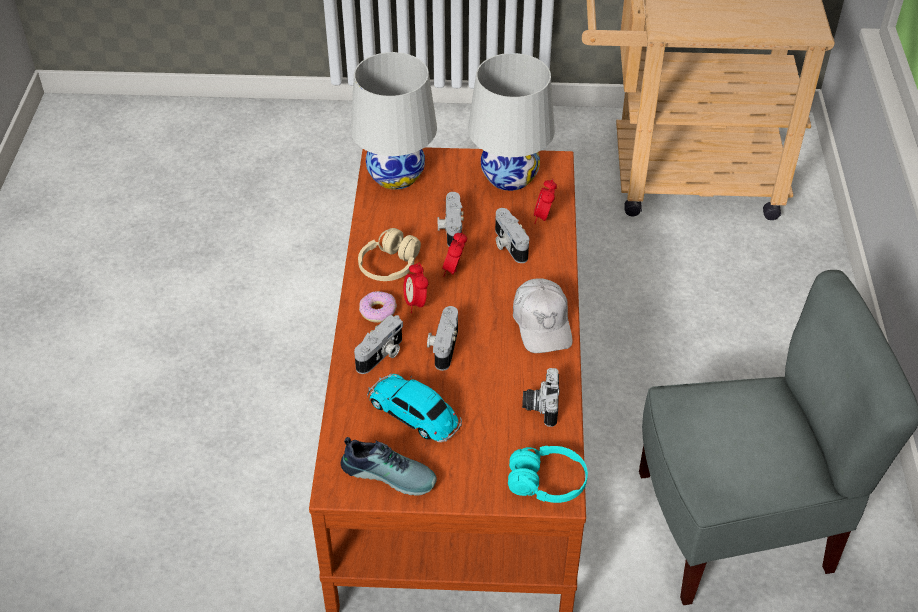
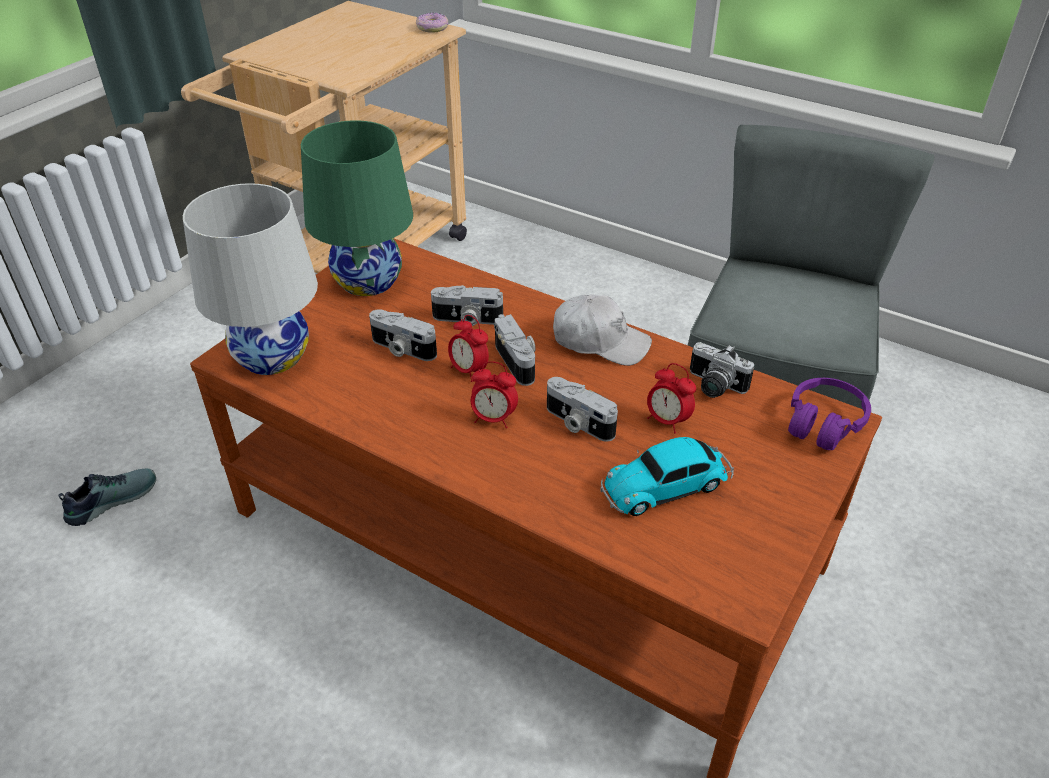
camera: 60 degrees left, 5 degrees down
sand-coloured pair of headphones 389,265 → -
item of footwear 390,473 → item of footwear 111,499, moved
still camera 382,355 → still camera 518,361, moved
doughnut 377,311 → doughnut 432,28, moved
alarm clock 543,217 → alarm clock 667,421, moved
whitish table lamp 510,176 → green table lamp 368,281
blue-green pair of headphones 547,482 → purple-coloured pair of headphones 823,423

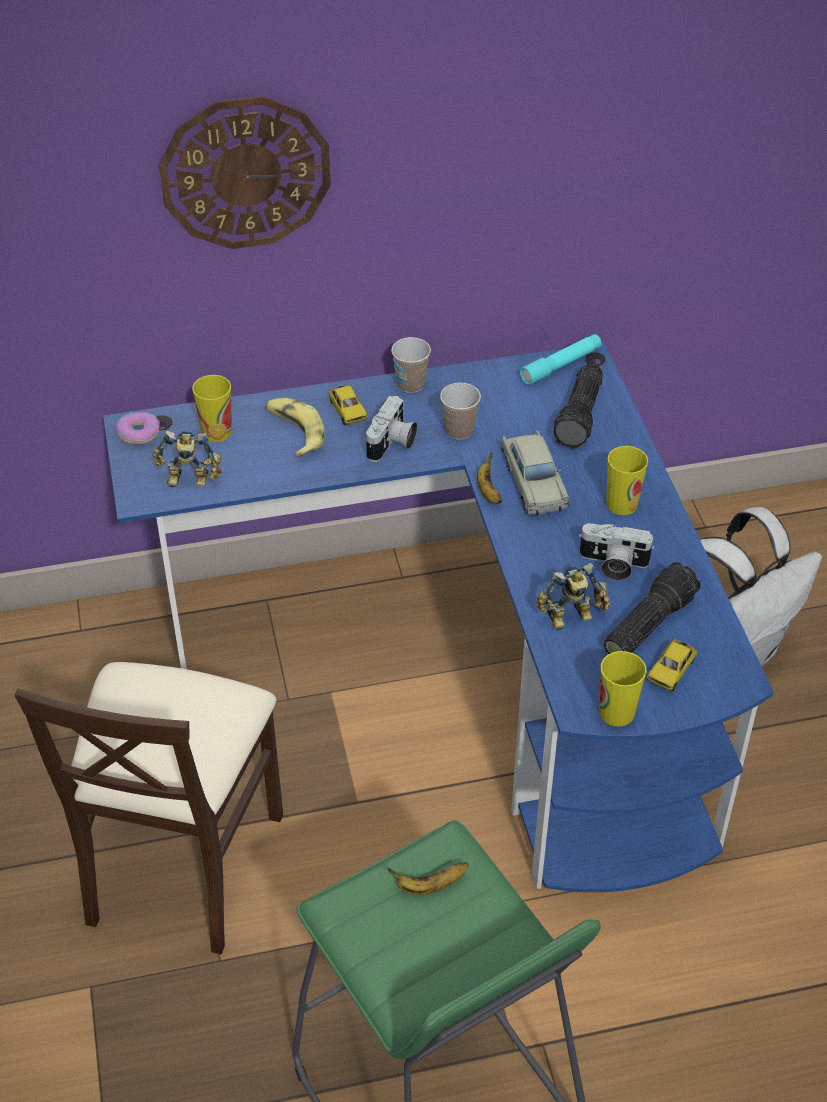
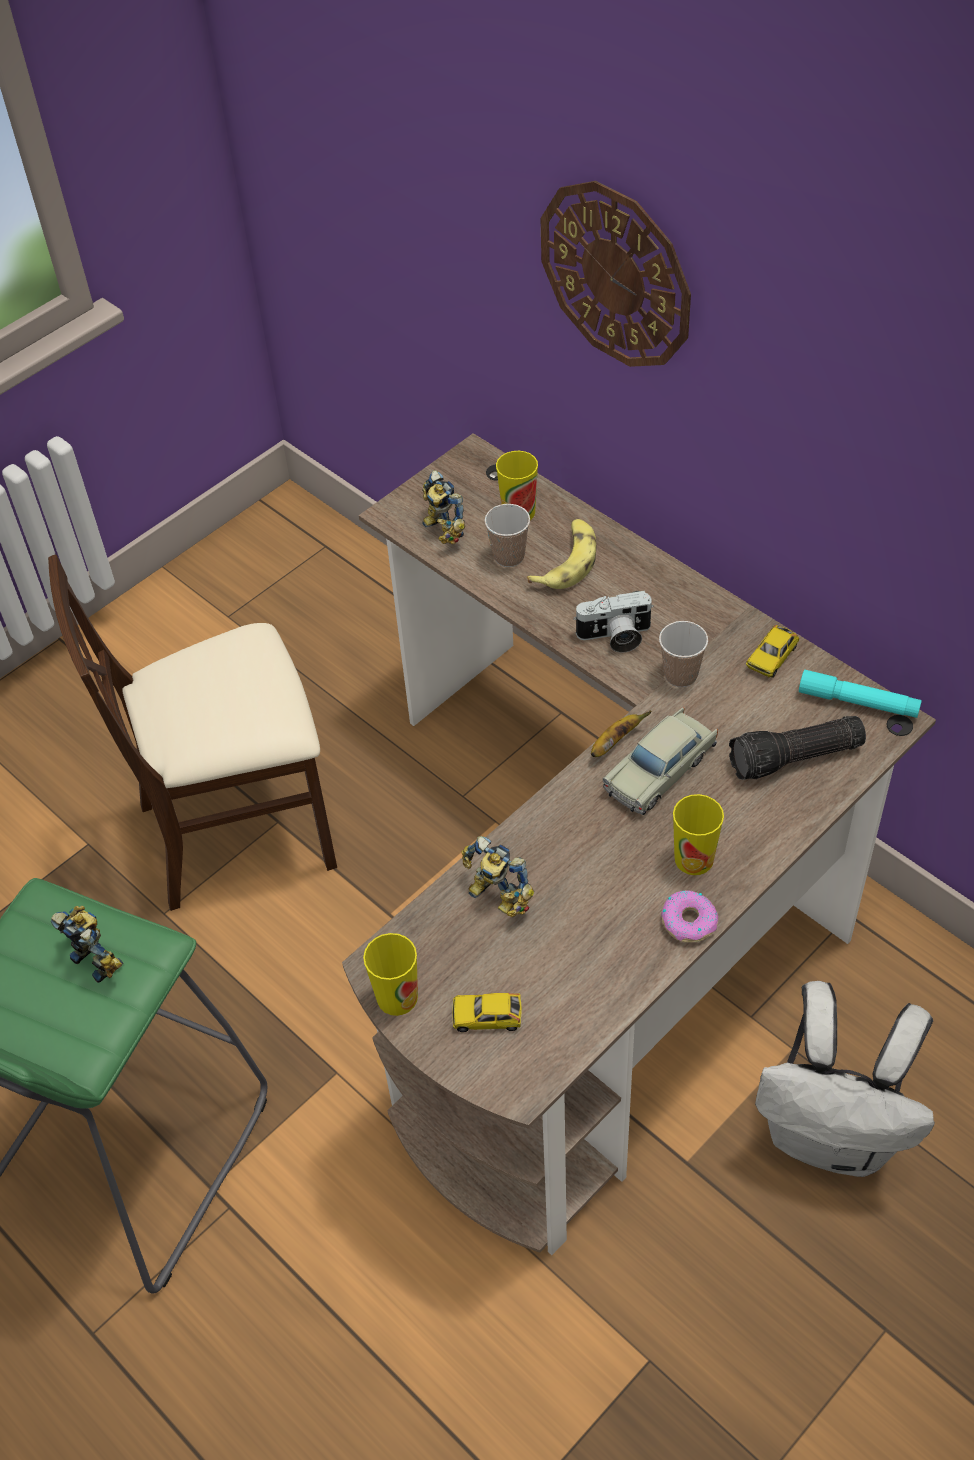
camera: 60 degrees right, 5 degrees up
still camera 612,564 → -
flashlight 647,623 → -
doughnut 138,433 → doughnut 689,921, moved
model car 348,410 → model car 771,657, moved
cup 411,384 → cup 509,556, moved
whole banana 430,886 → model robot 98,957
bluish desk 469,672 → brown-coloured desk 606,914

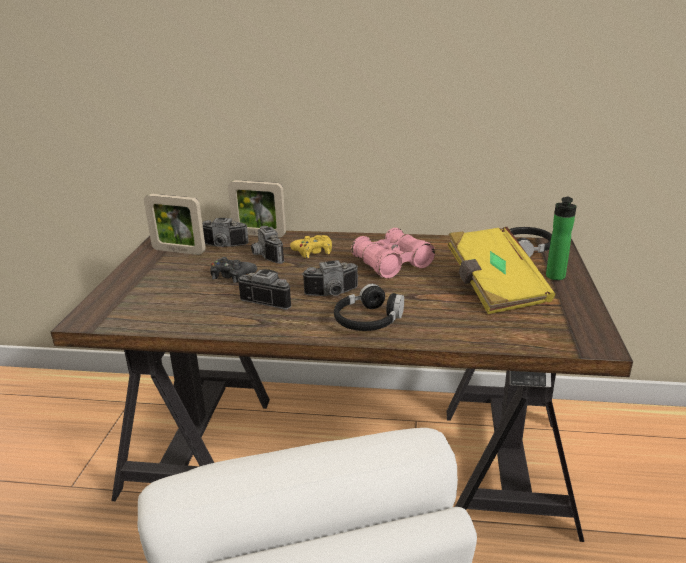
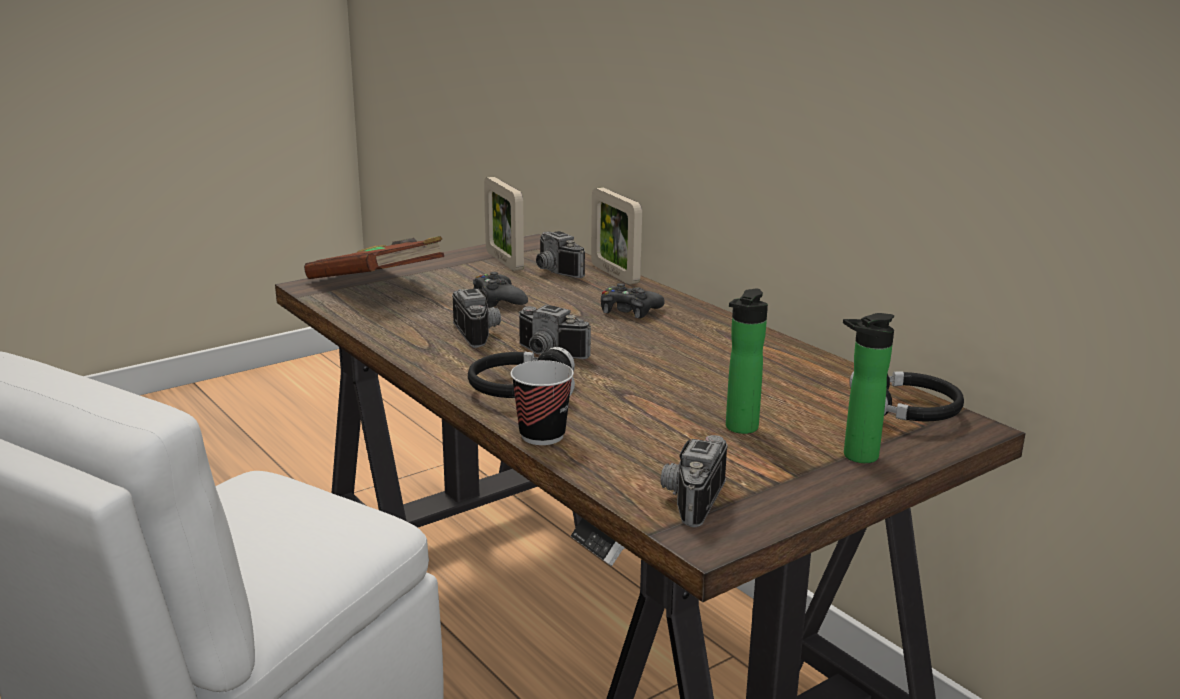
camera: 45 degrees right, 5 degrees down
pinkish binoculars 392,264 → -
- → brown-coloured volume 377,286
- → cup 542,435
still camera 265,256 → still camera 688,499, moved
yellow volume 494,288 → bottle 739,429
yellow gamepad 313,251 → black gamepad 629,310

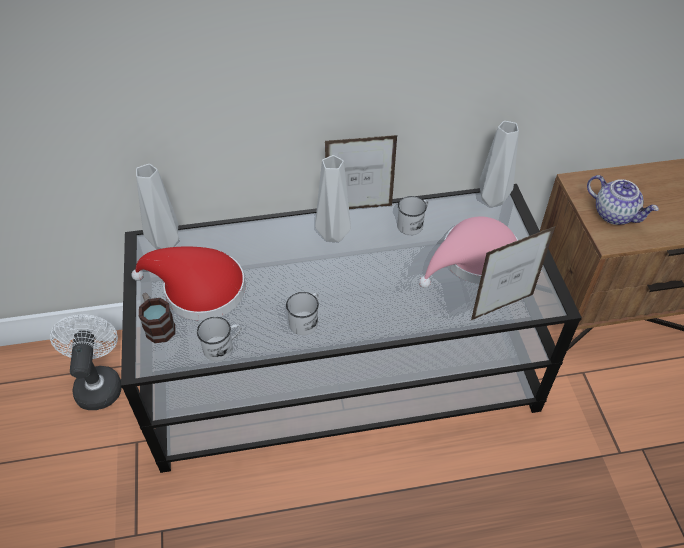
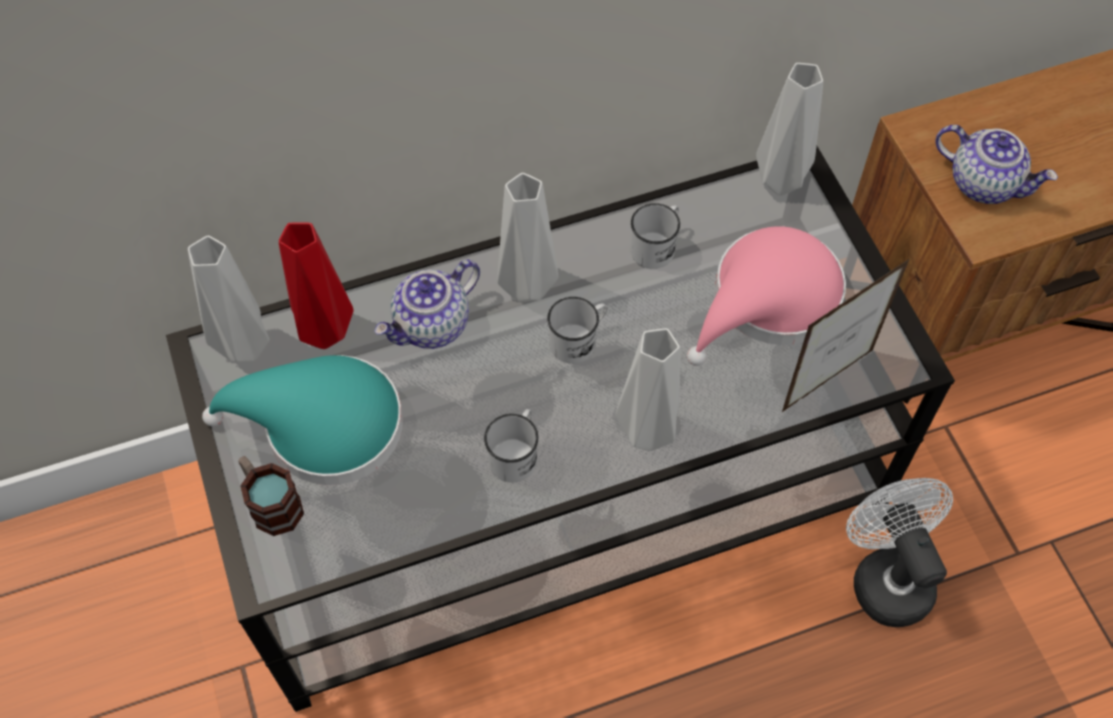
camera: 10 degrees left, 10 degrees up
picture frame 359,208 → -
- → red vase 323,334
- → teapot 432,326
- → grey vase 646,435
whitish cooling fan 98,383 → whitish cooling fan 886,576, moved
whitish mug 223,347 → whitish mug 579,340, moved
red hat 198,289 → blue-green hat 322,426

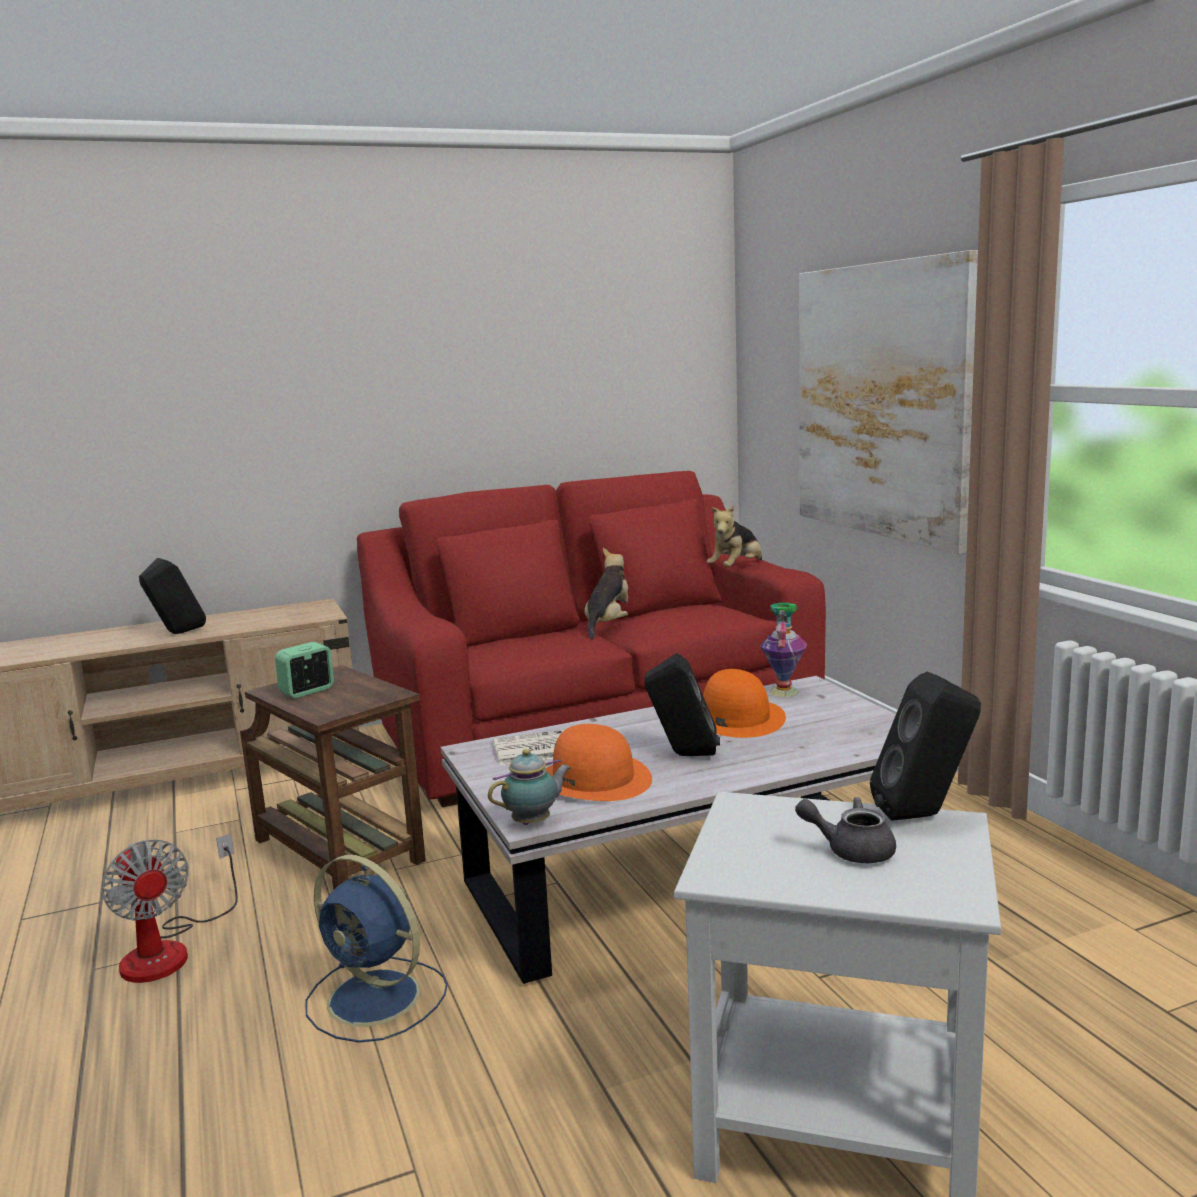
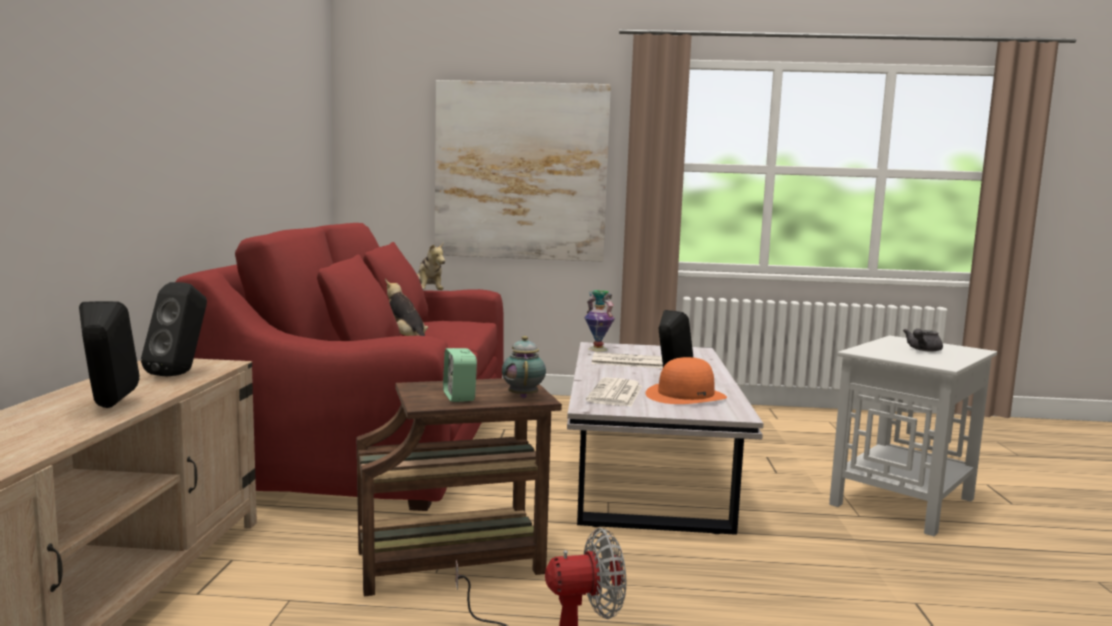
camera: 65 degrees left, 5 degrees down
bluish cooling fan 377,999 → -
teapot 534,822 → teapot 523,396, moved
black audio speaker 925,815 → black audio speaker 180,374, moved
orange hat 735,718 → newspaper 626,362

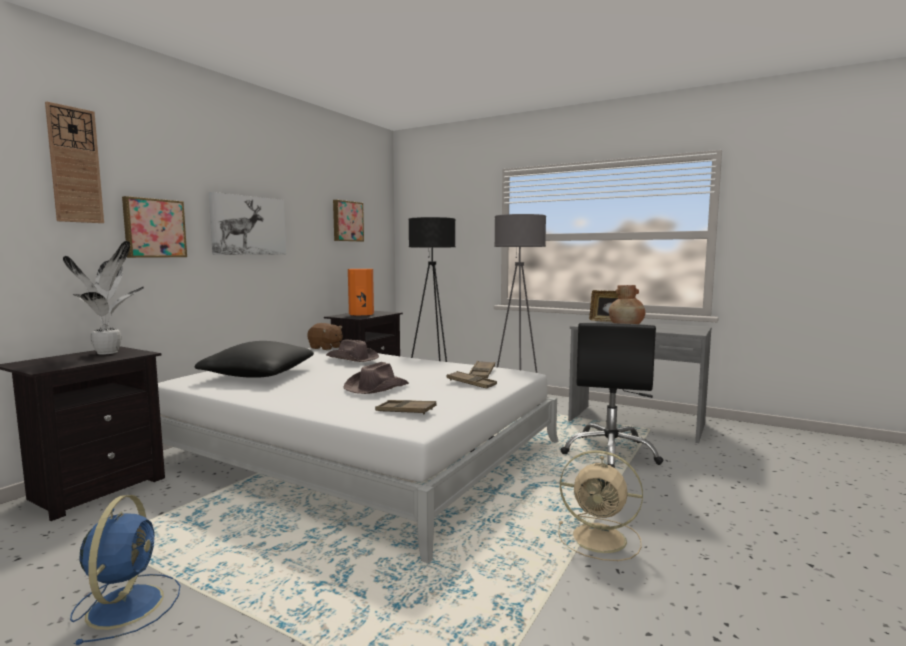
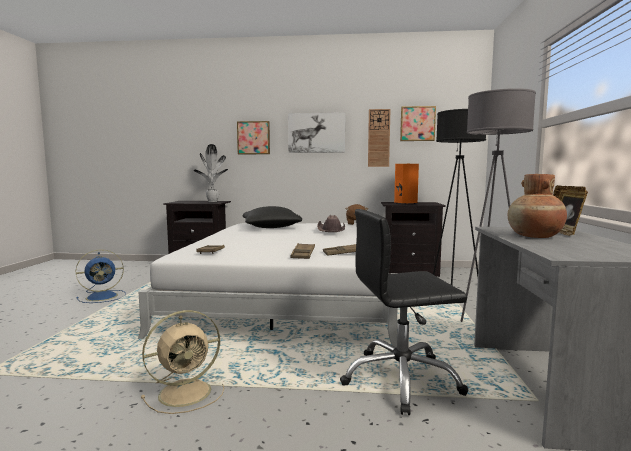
camera: 65 degrees right, 0 degrees up
brown-coloured hat 376,387 → -
hanging clock 75,165 → hanging clock 378,138, moved
sand-coloured cooling fan 601,538 → sand-coloured cooling fan 187,392, 120 degrees counterclockwise

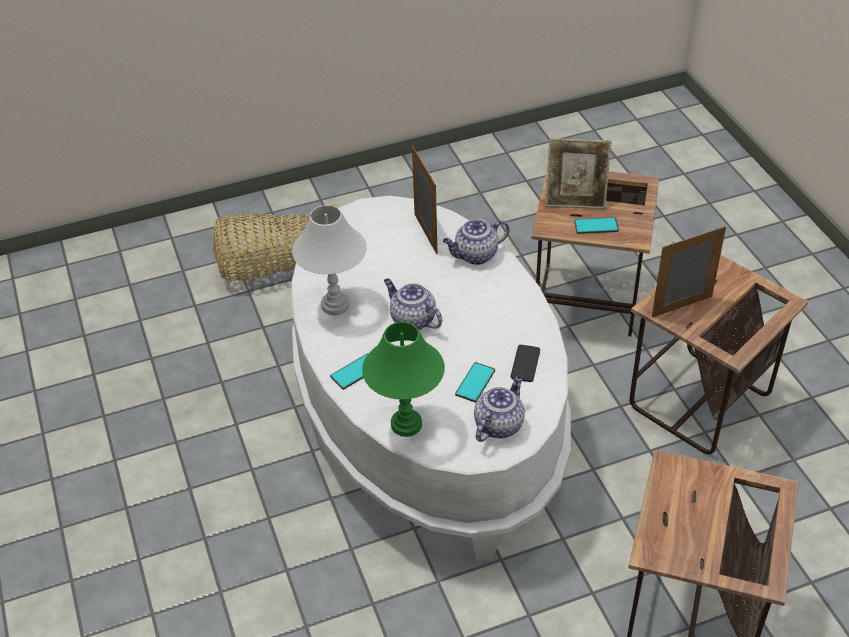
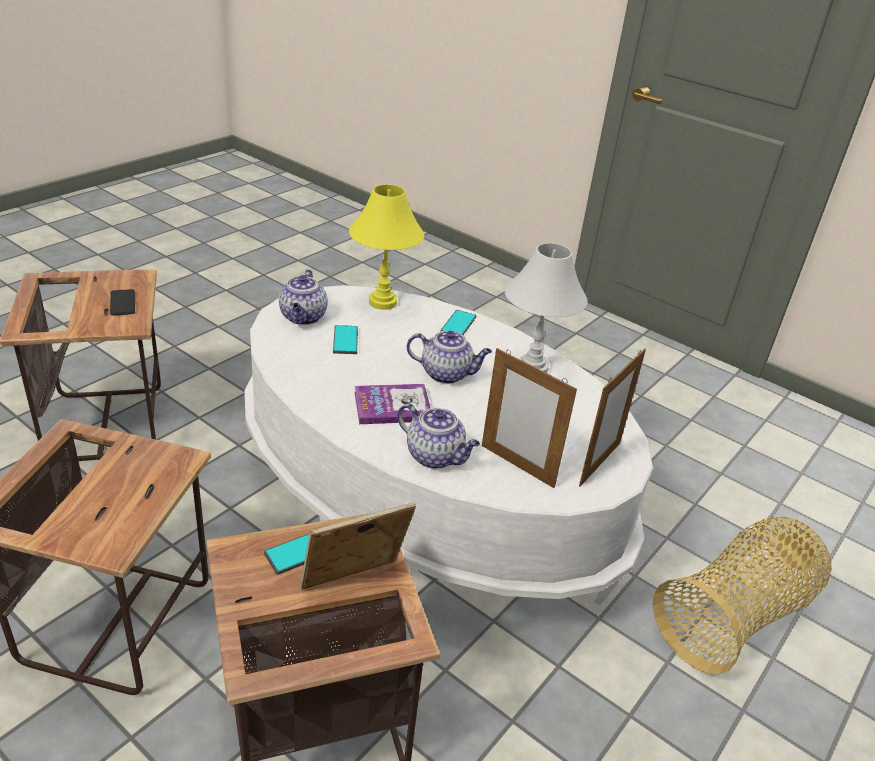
camera: 145 degrees right, 10 degrees down
- → volume 392,406
phone 525,363 → phone 122,303, moved
picture frame 682,306 → picture frame 600,463, moved
green table lamp 406,424 → yellow table lamp 383,302
teapot 475,255 → teapot 436,456, 90 degrees clockwise

